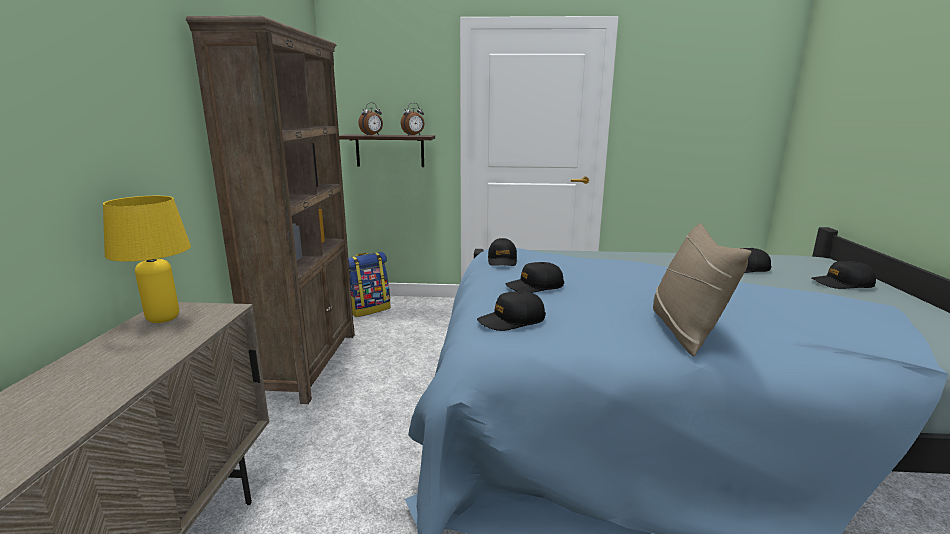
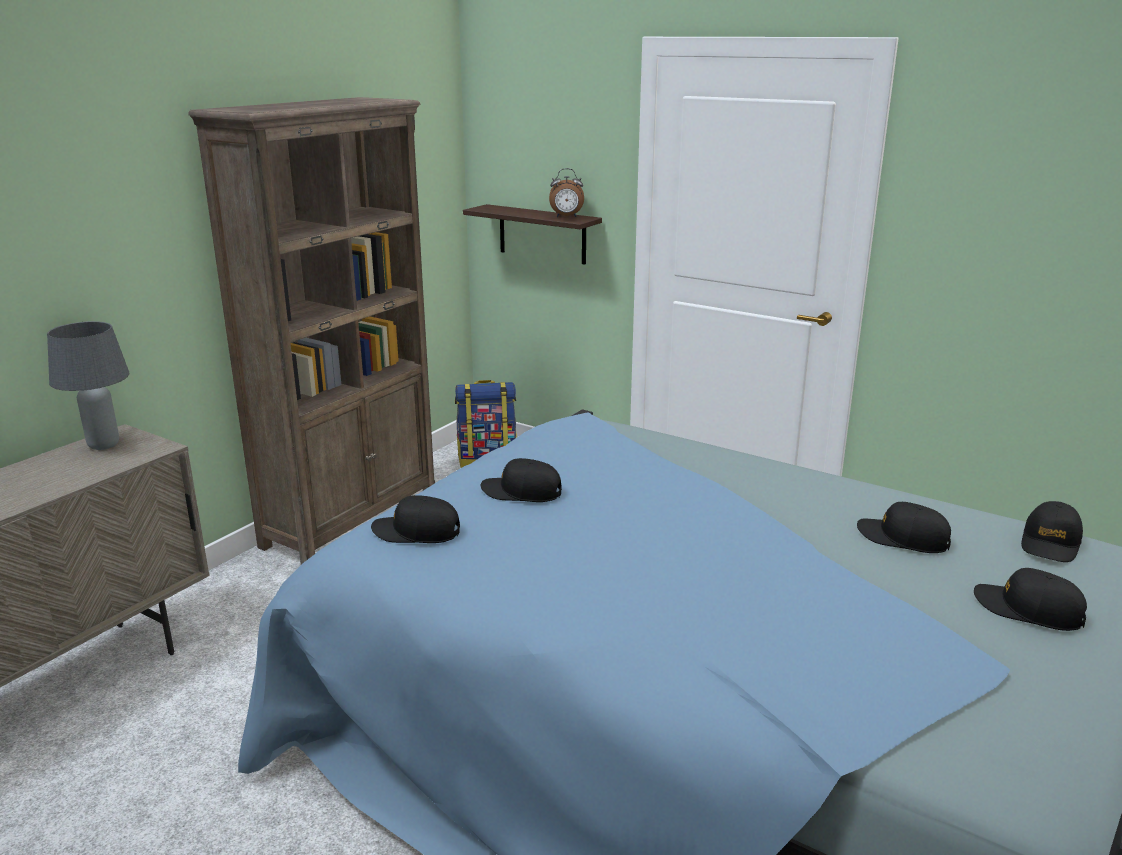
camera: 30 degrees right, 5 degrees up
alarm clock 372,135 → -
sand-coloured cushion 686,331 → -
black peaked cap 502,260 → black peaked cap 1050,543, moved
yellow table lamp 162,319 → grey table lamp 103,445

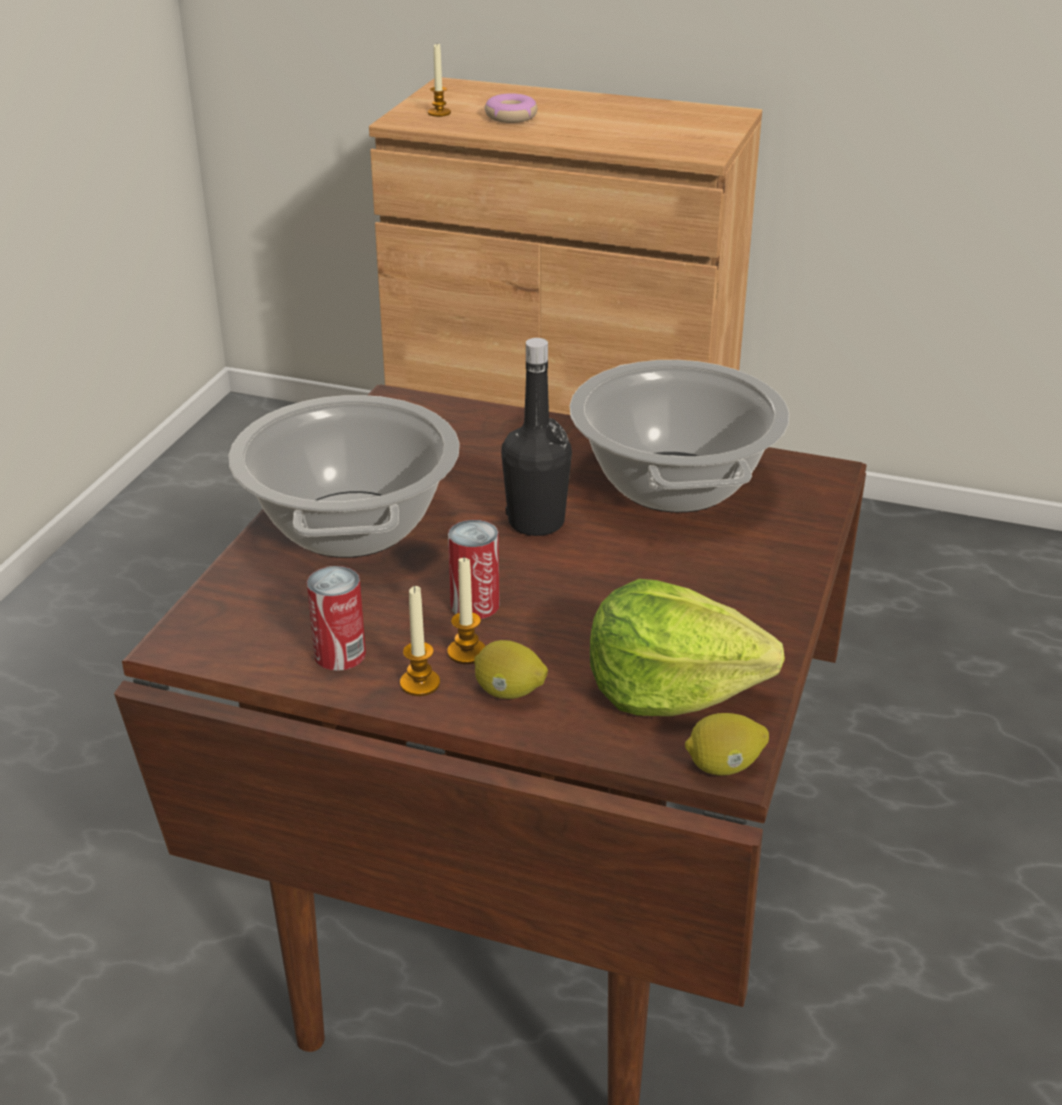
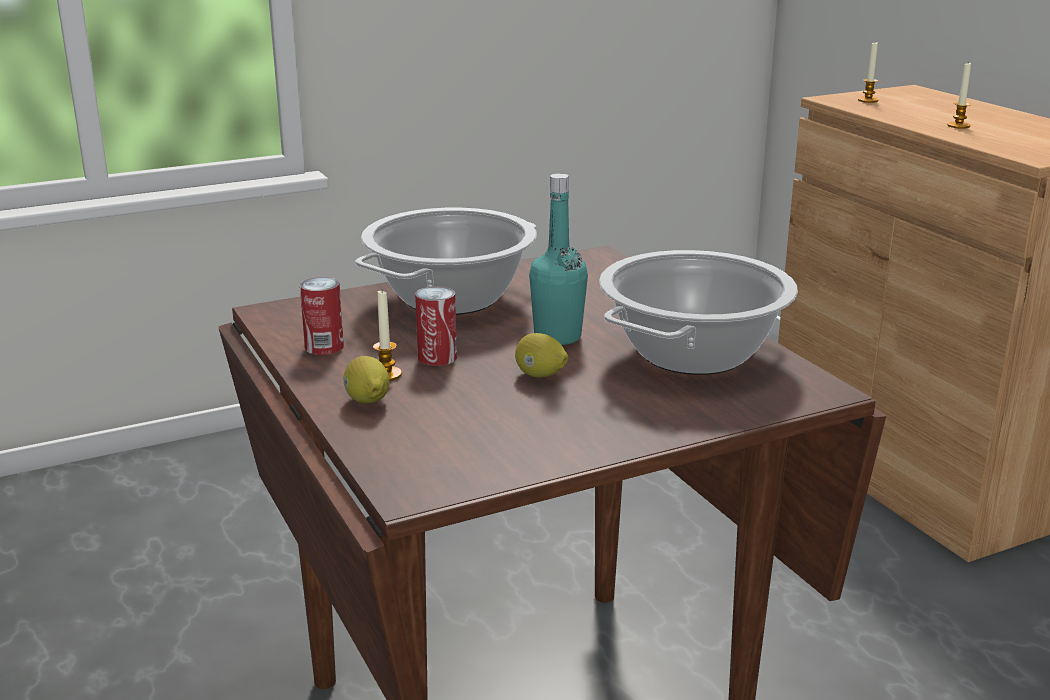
camera: 45 degrees right, 10 degrees down
doughnut 510,117 → -
lettuce 671,688 → -
wax candle 420,683 → wax candle 958,126, moved
whole lemon 724,766 → whole lemon 540,375, moved
black bottle 536,522 → blue-green bottle 557,337

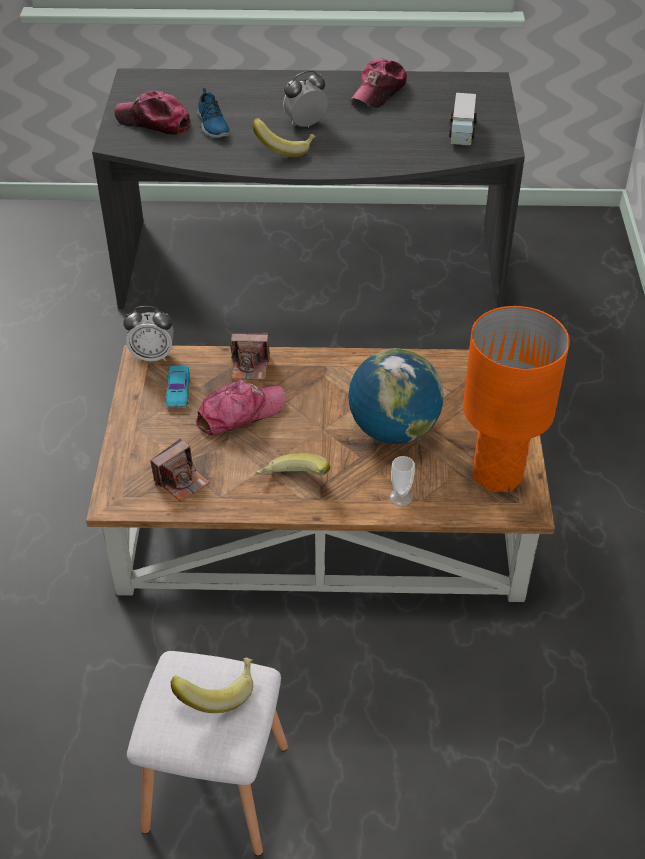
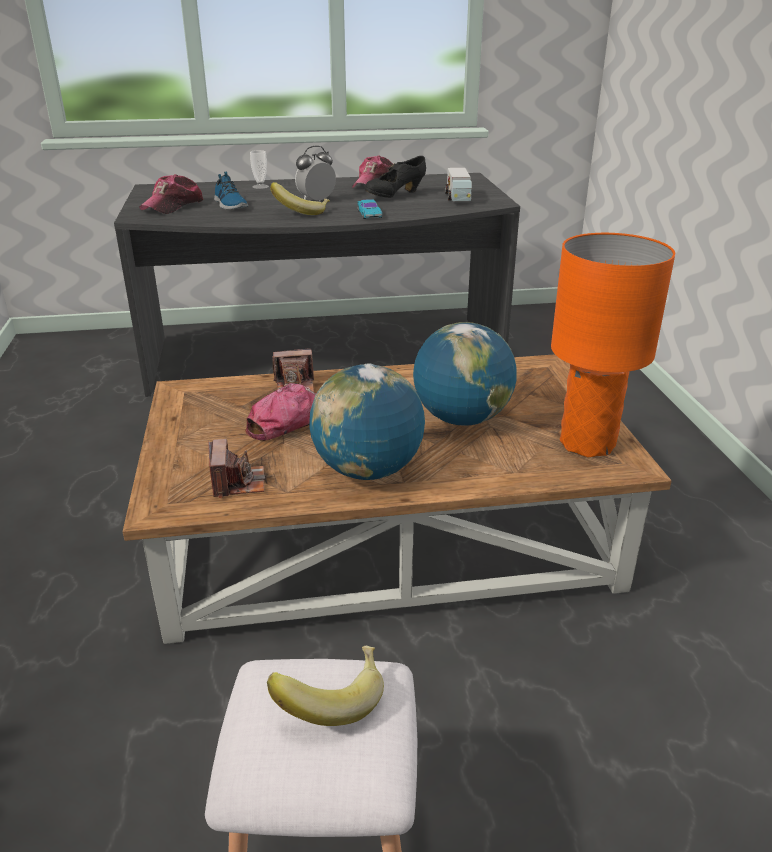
camera: 10 degrees left, 15 degrees down
alarm clock 152,356 → -
- → black item of footwear 395,196
blue-green model car 178,390 → blue-green model car 369,214, moved
cup 400,497 → cup 260,187, moved
whole banana 293,482 → world globe 368,471
peaked cap 154,122 → peaked cap 173,206, 75 degrees counterclockwise
still camera 181,481 → still camera 237,483, 45 degrees counterclockwise

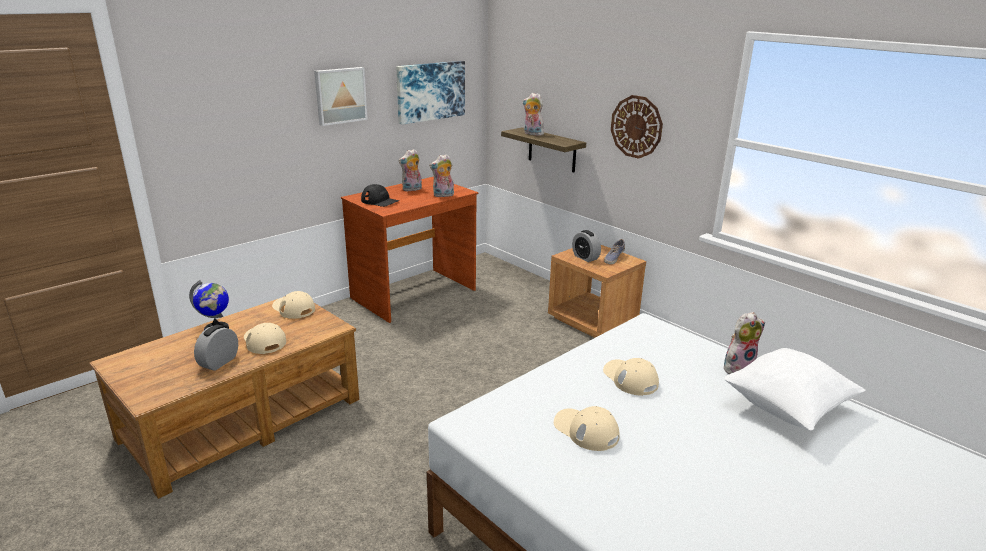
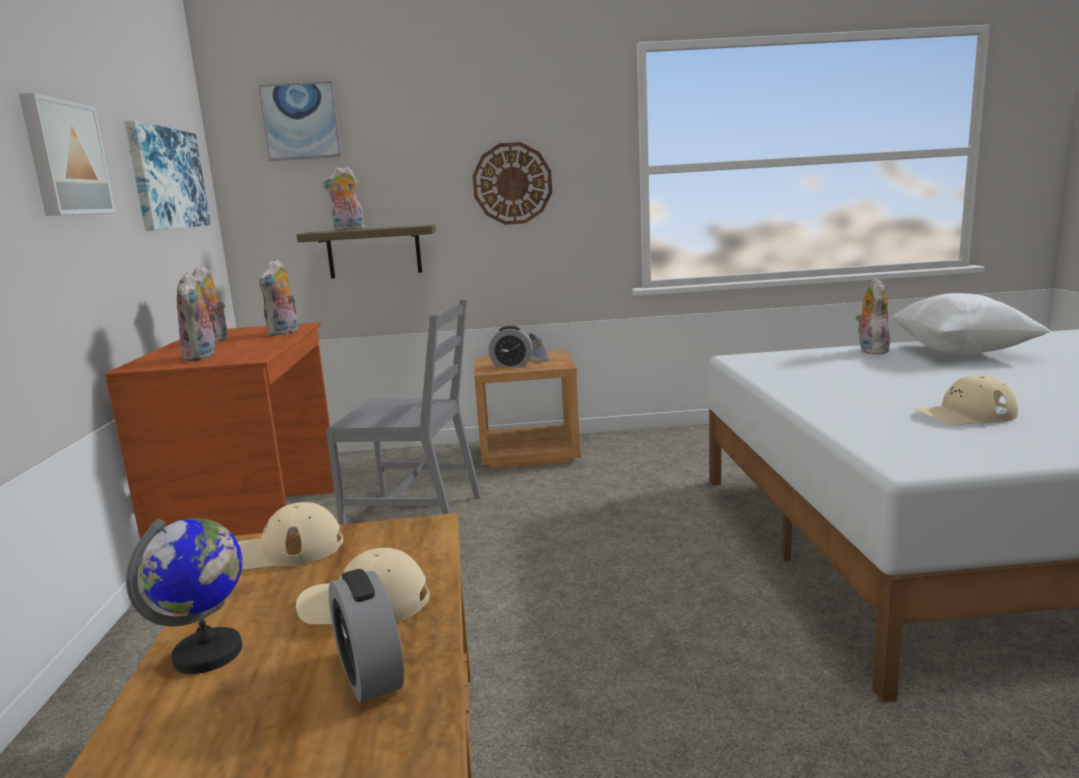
camera: 50 degrees left, 10 degrees down
sand-coloured peaked cap 630,378 → -
- → wall picture 301,121
- → grey upright chair 416,515
black peaked cap 380,201 → cuddly toy 202,357

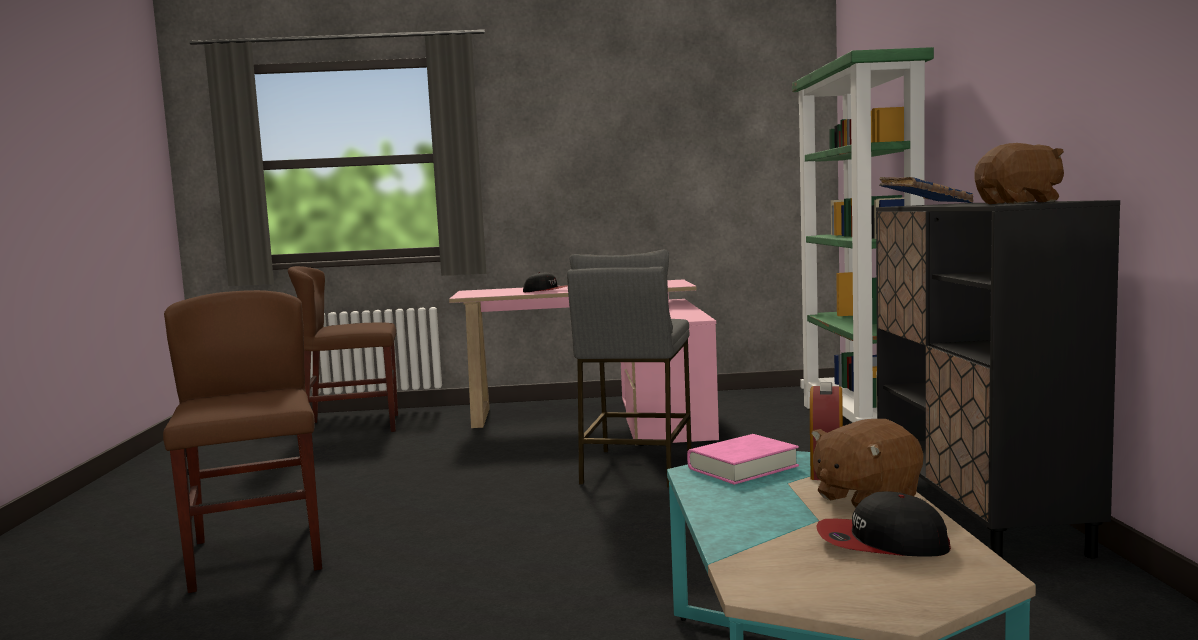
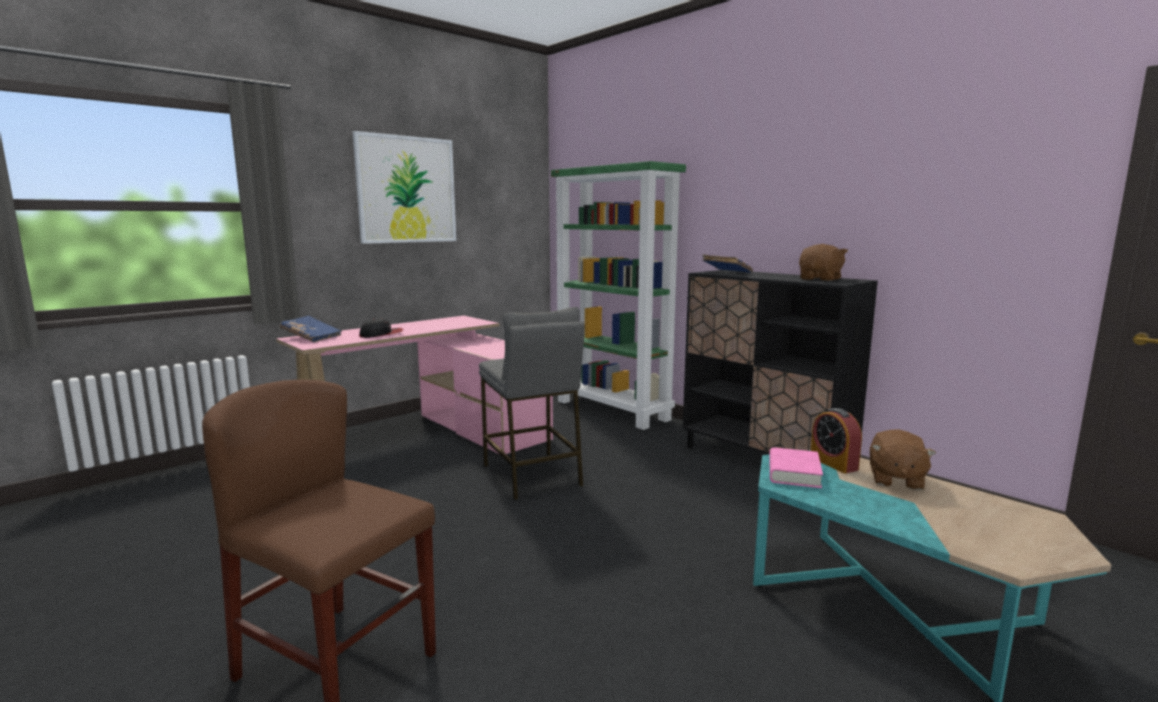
camera: 40 degrees left, 5 degrees up
brown-coloured upright chair 353,426 → -
peaked cap 881,543 → -
- → bluish volume 311,337
- → wall picture 406,190

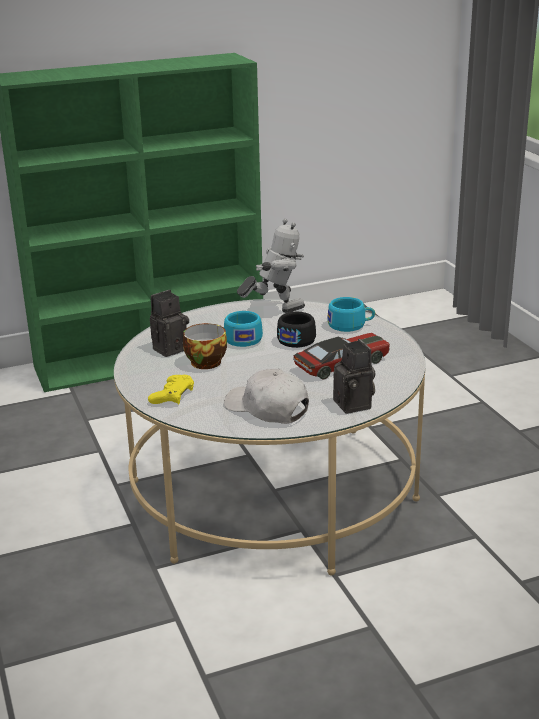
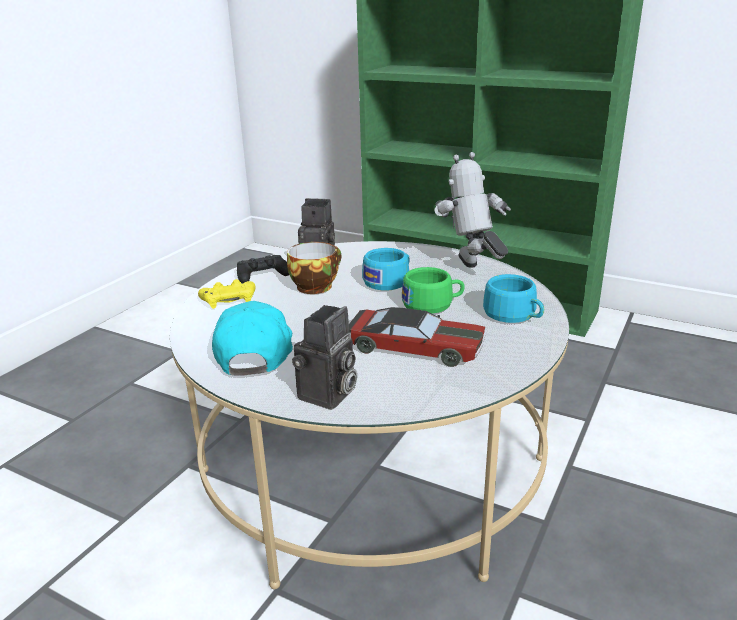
camera: 50 degrees right, 0 degrees up
- → black gamepad 262,275
whitish peaked cap 267,409 → blue-green peaked cap 255,351
black cup 299,339 → green cup 433,305
model robot 274,311 → model robot 471,271, 135 degrees counterclockwise

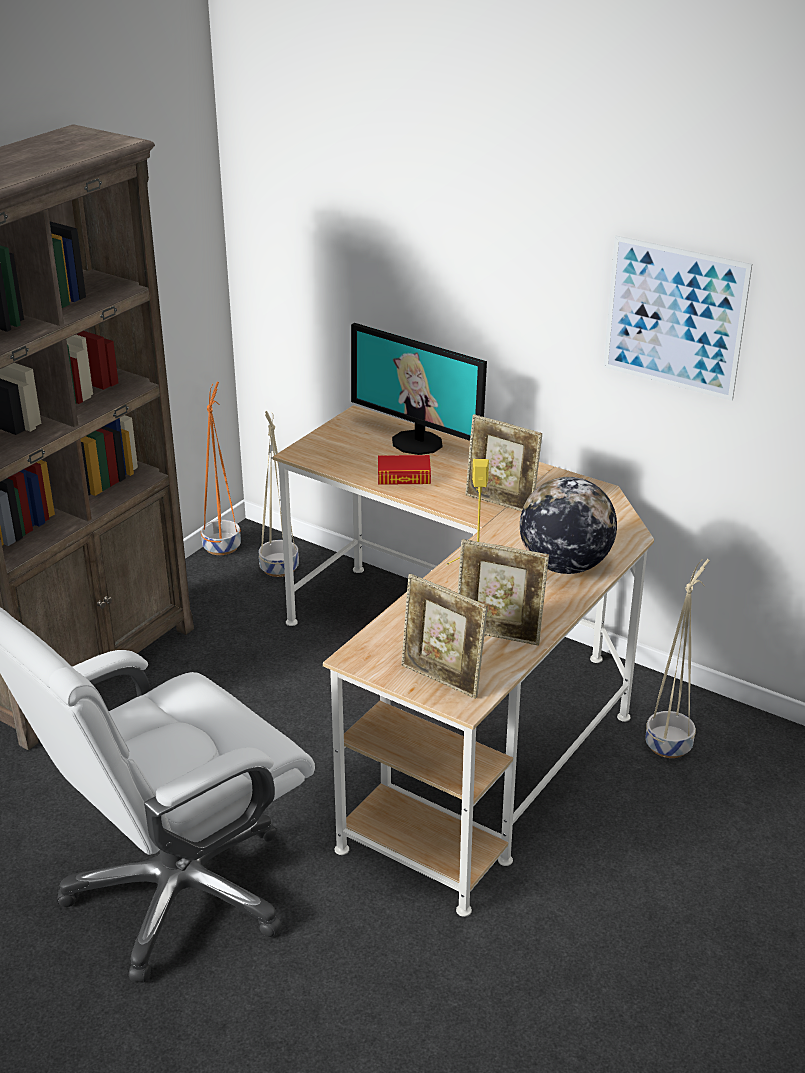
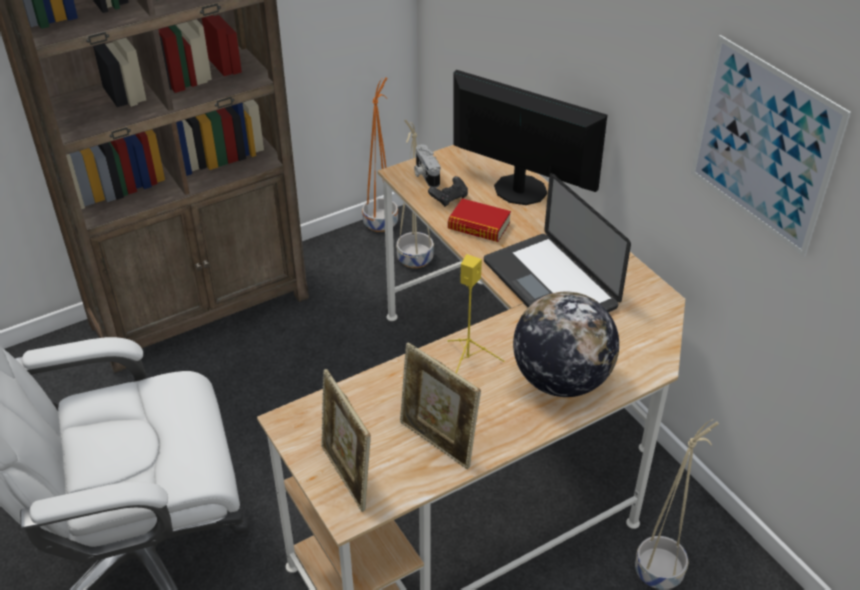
camera: 25 degrees right, 10 degrees up
- → still camera 425,174
- → black gamepad 449,198
picture frame 501,503 → notebook computer 550,284
monitor 418,442 → monitor 519,190, 150 degrees clockwise

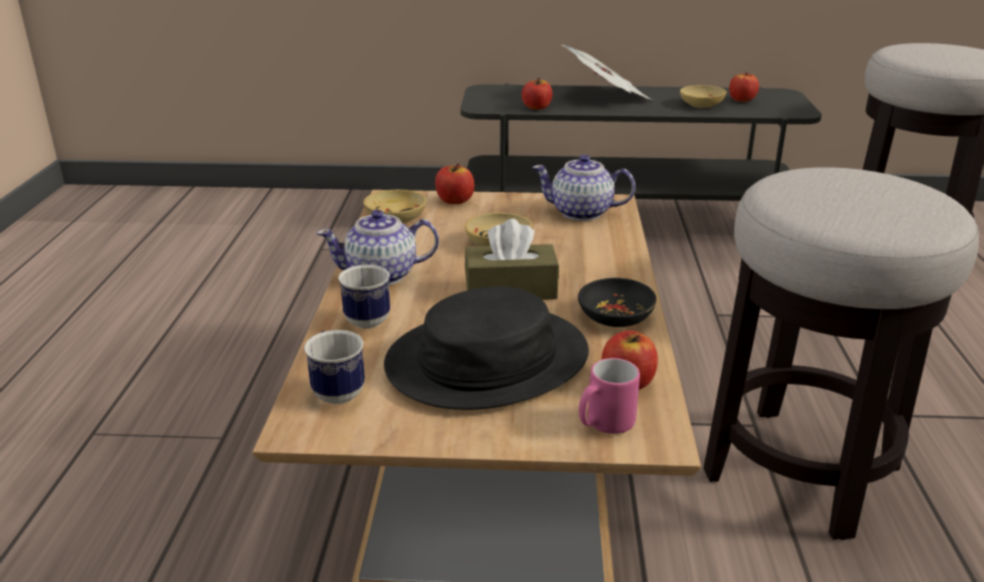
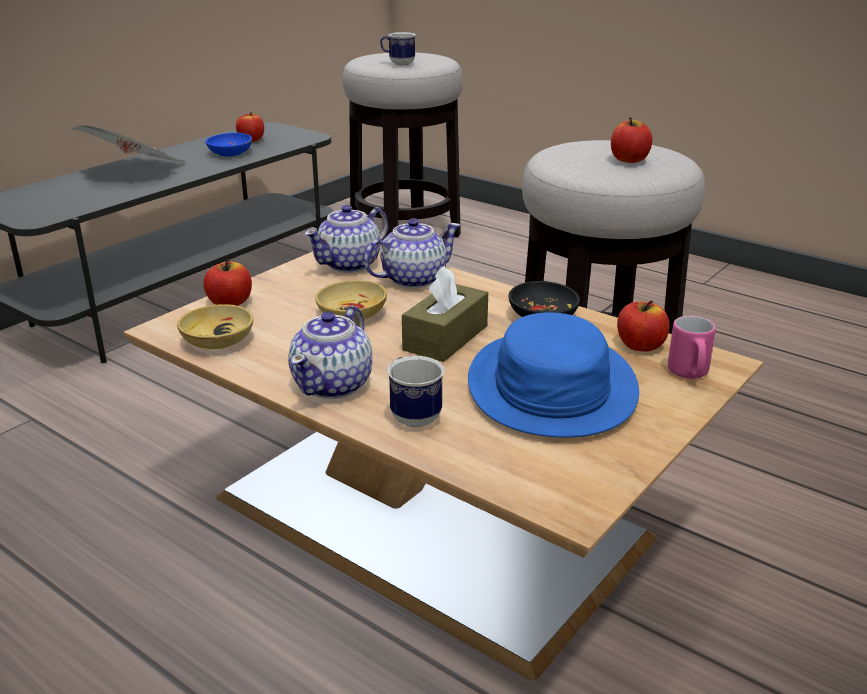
camera: 55 degrees left, 0 degrees up
- → teapot 412,279
mug 336,390 → mug 398,63, moved
apple 536,107 → apple 629,160, moved
black hat 487,360 → bluish hat 551,386
sand-coloured bowl 701,104 → bluish bowl 230,153

